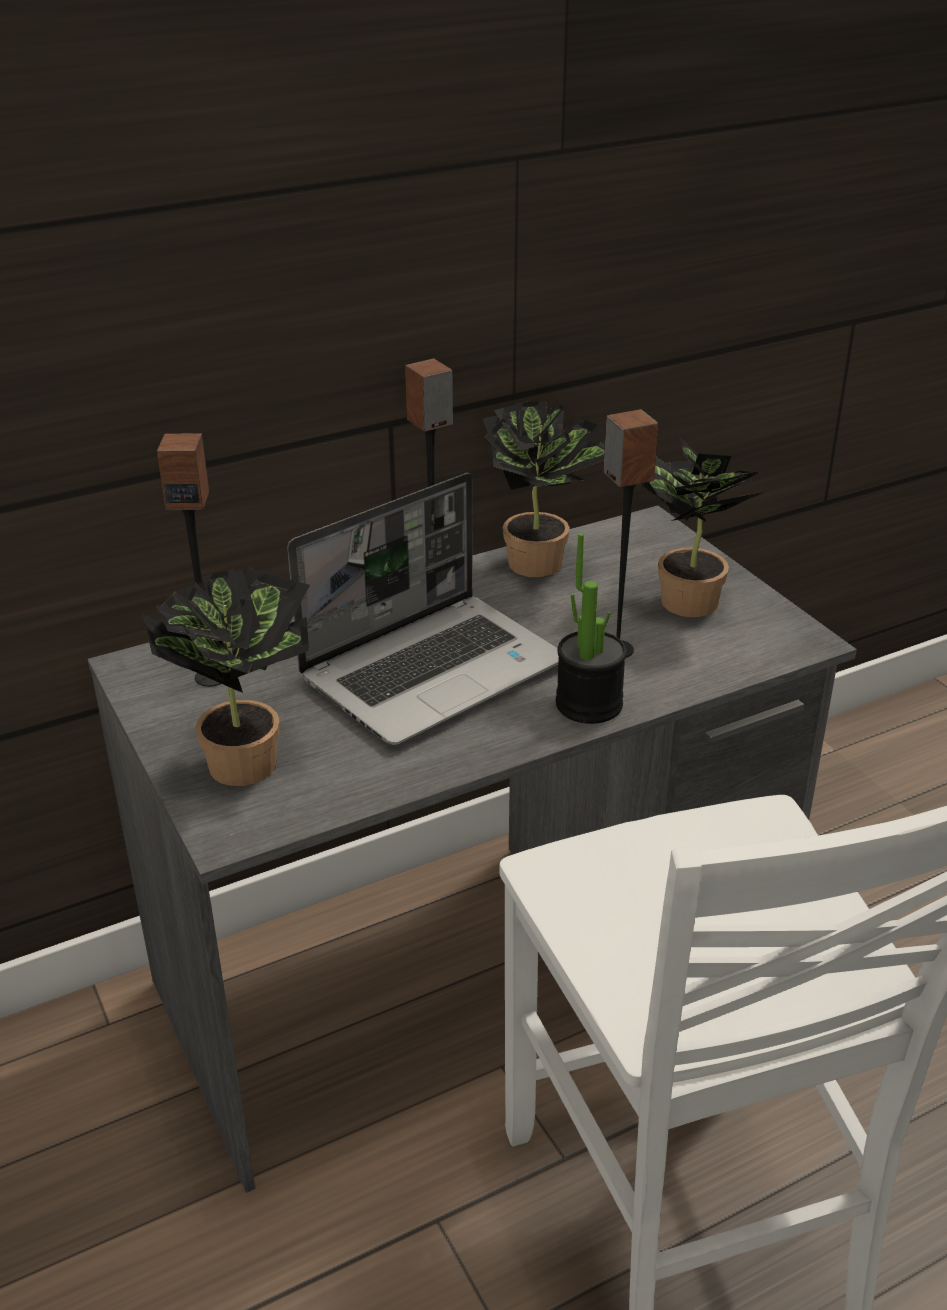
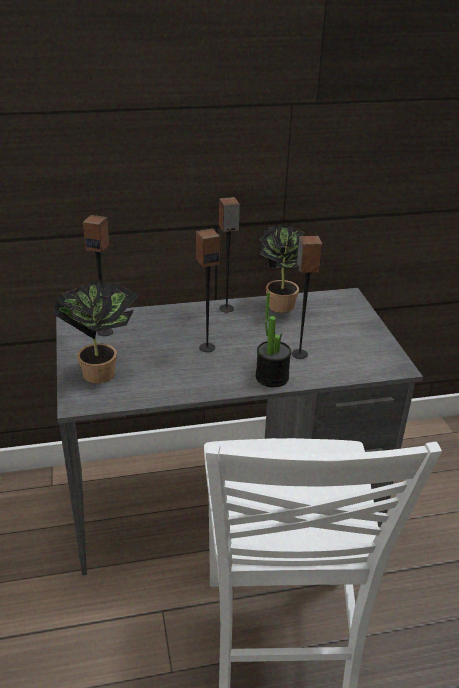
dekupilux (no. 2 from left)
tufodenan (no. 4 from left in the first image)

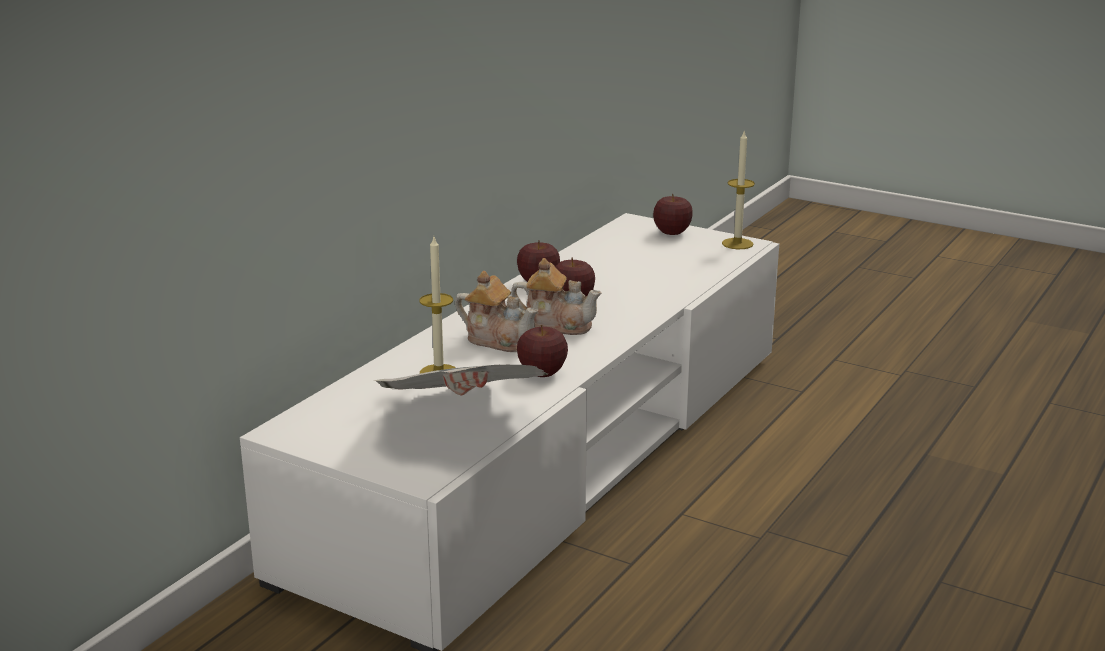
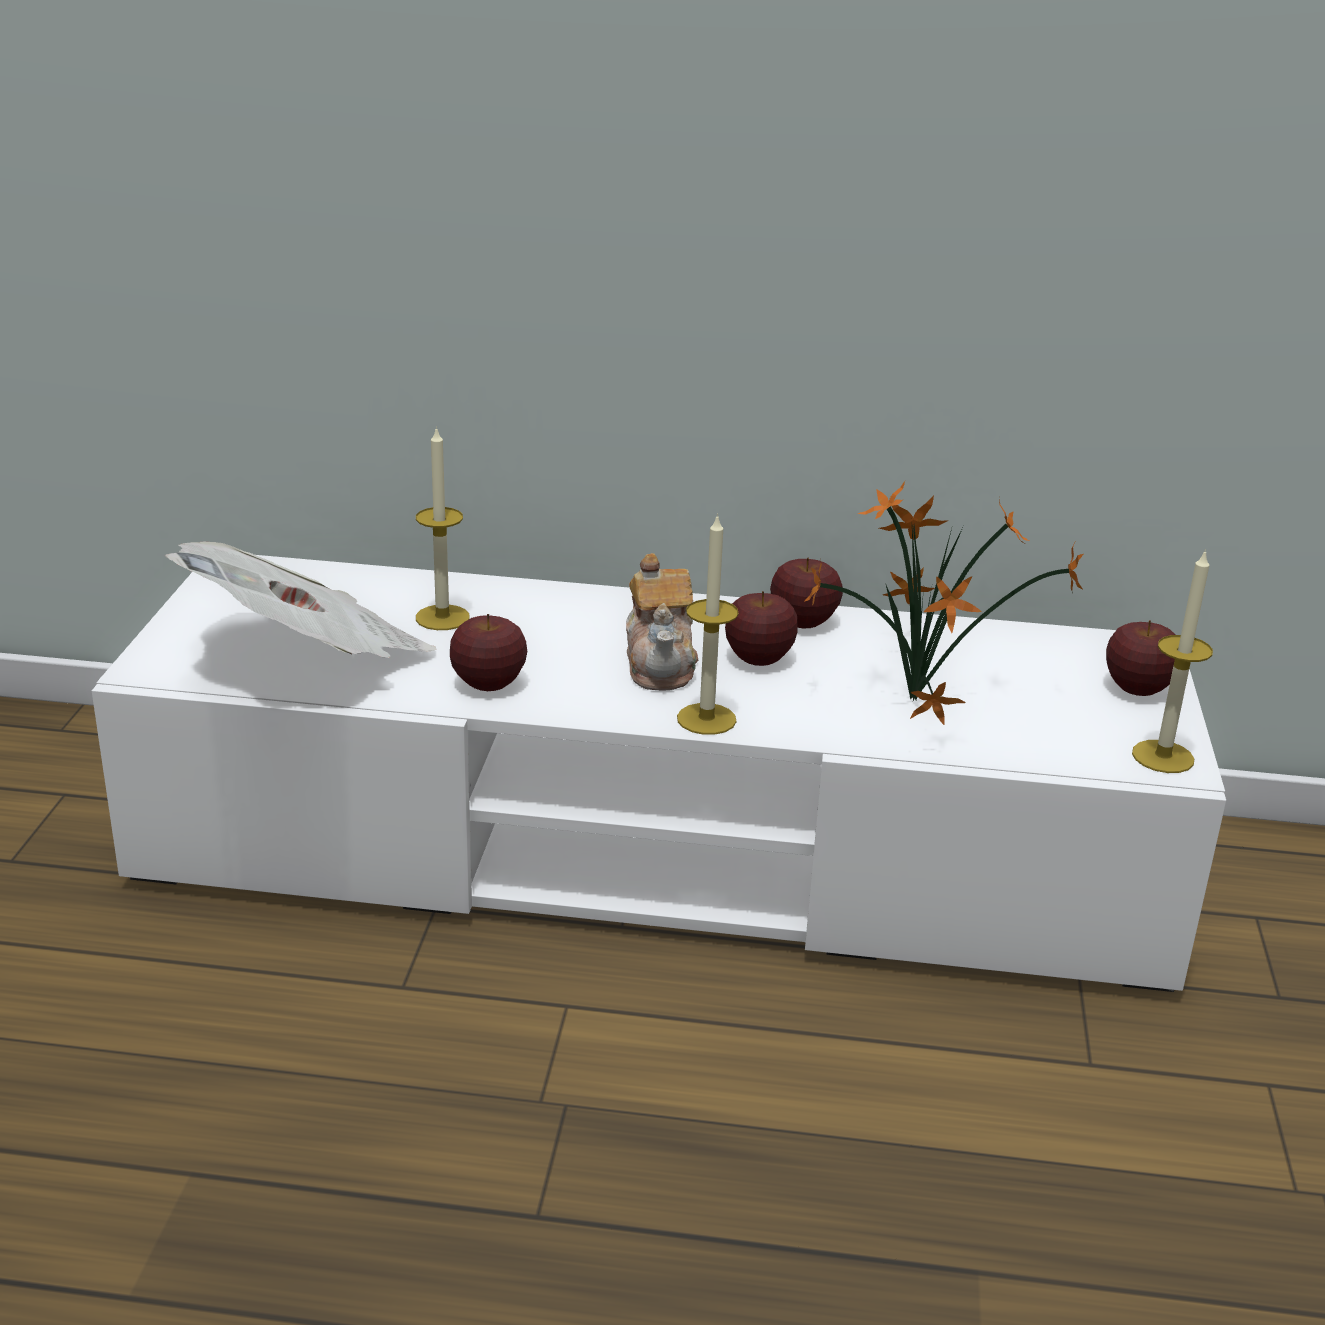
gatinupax (no. 2 from left)
tufodenan
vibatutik (no. 1 from left in the first image)

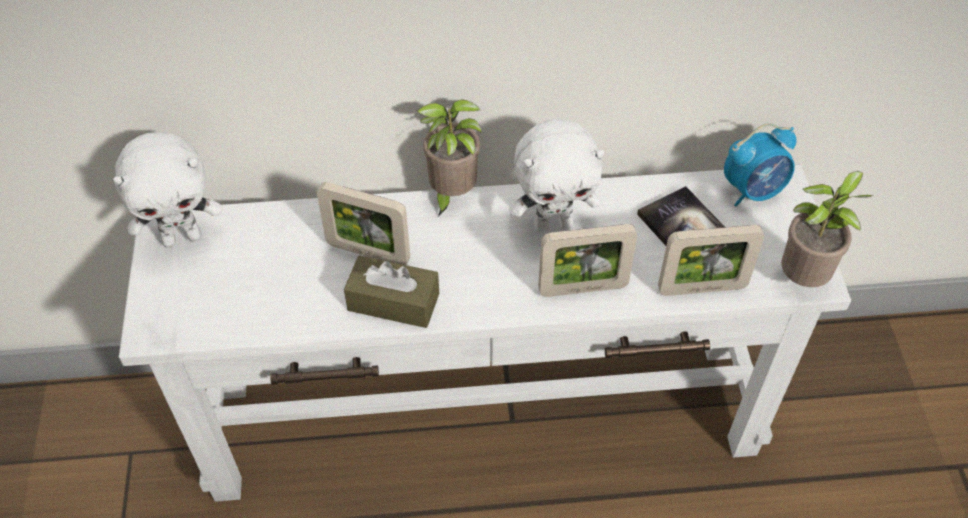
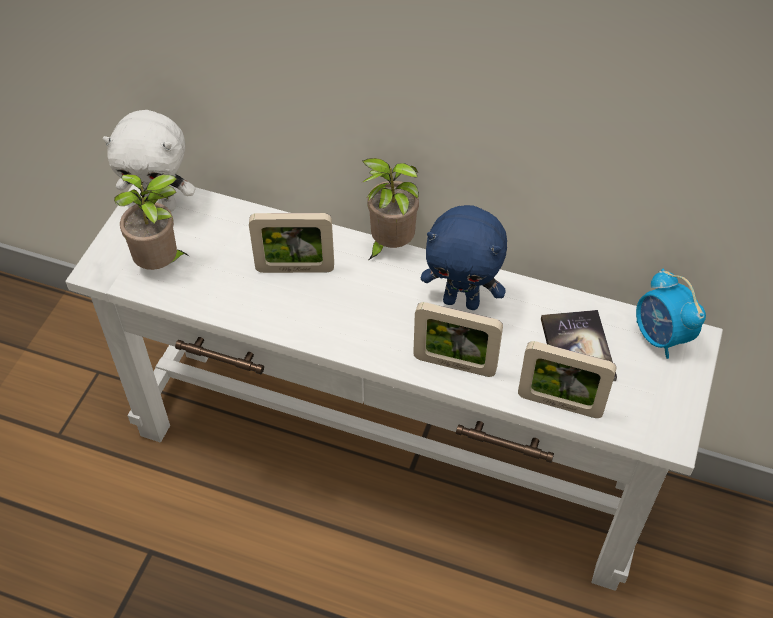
tufodenan (no. 1 from left)
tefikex (no. 1 from left)
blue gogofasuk
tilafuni
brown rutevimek

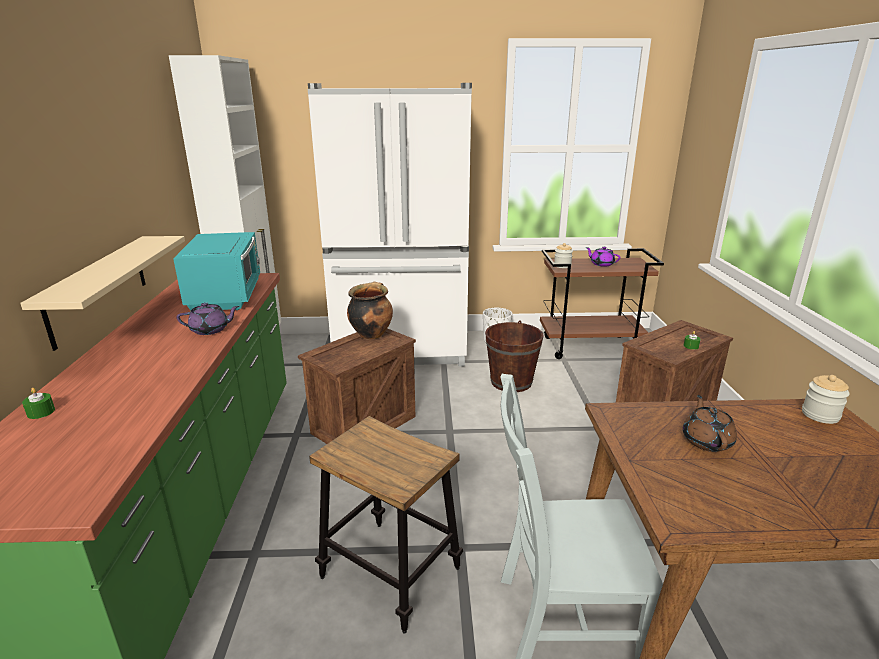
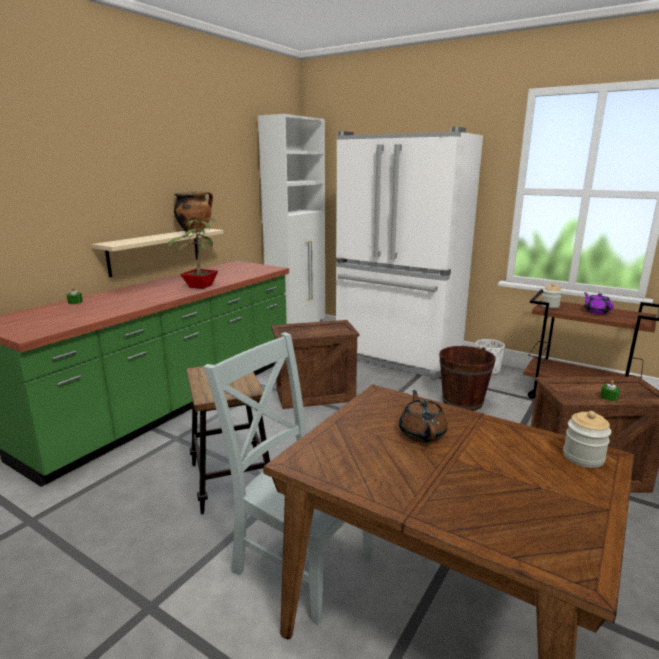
tufodenan
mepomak
brown vibatutik
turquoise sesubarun

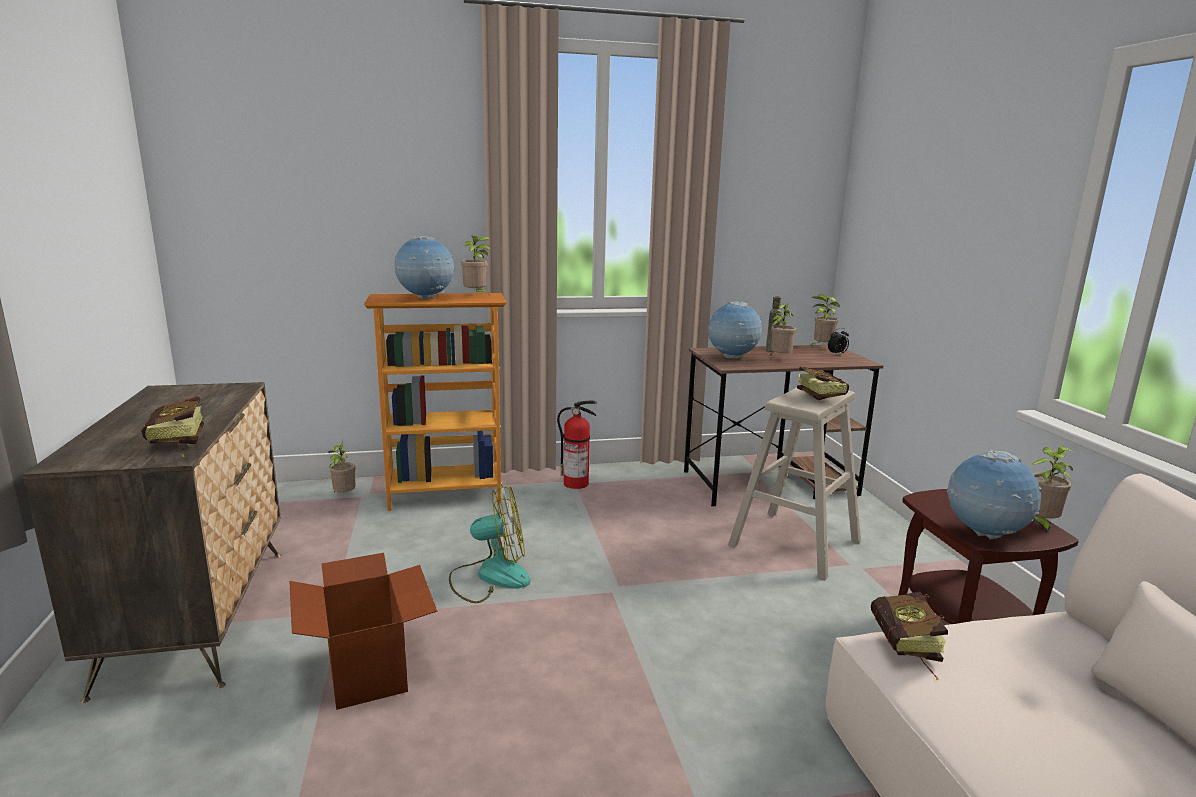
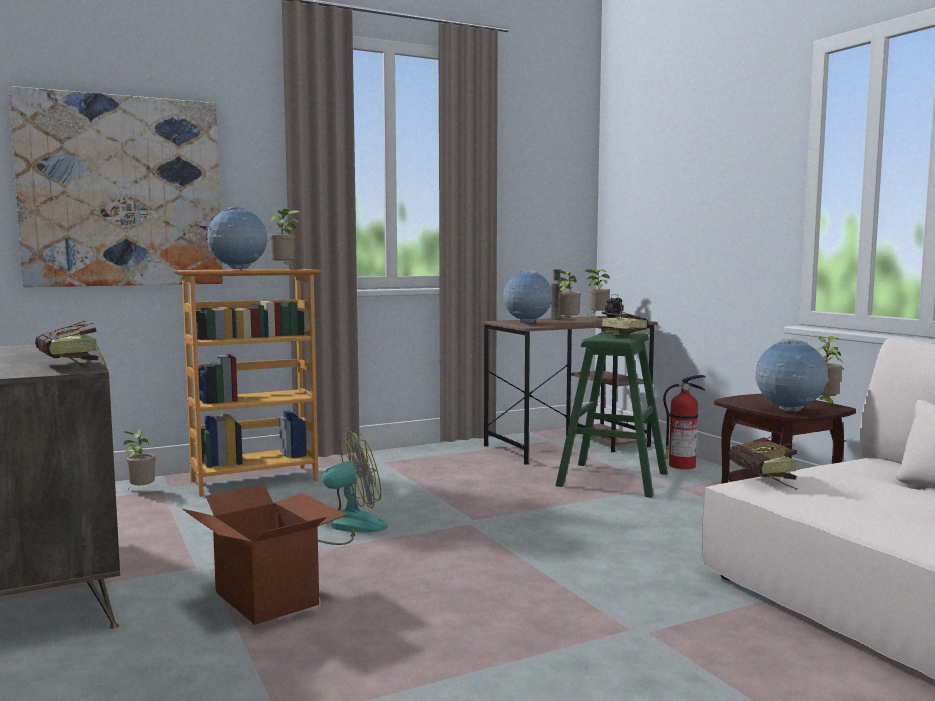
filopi
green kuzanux
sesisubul

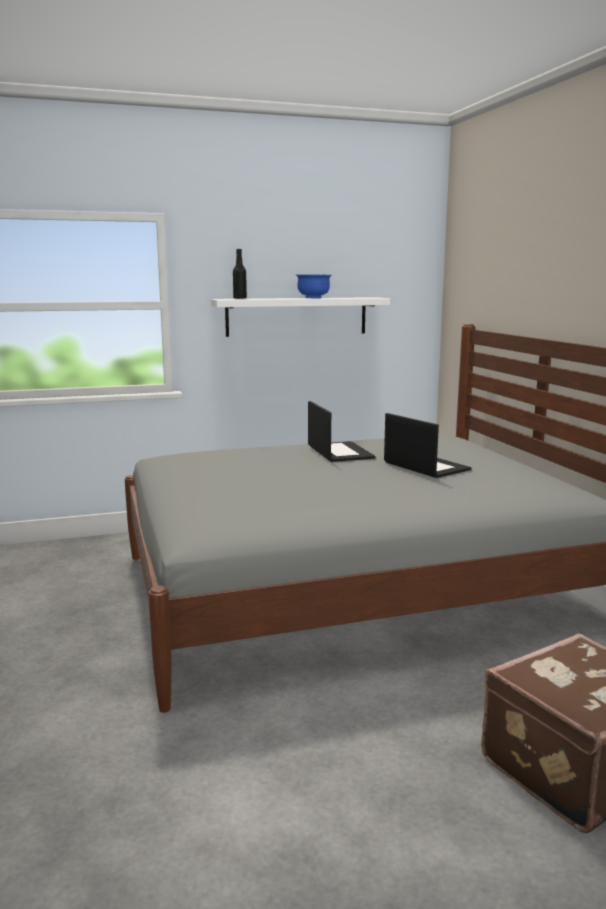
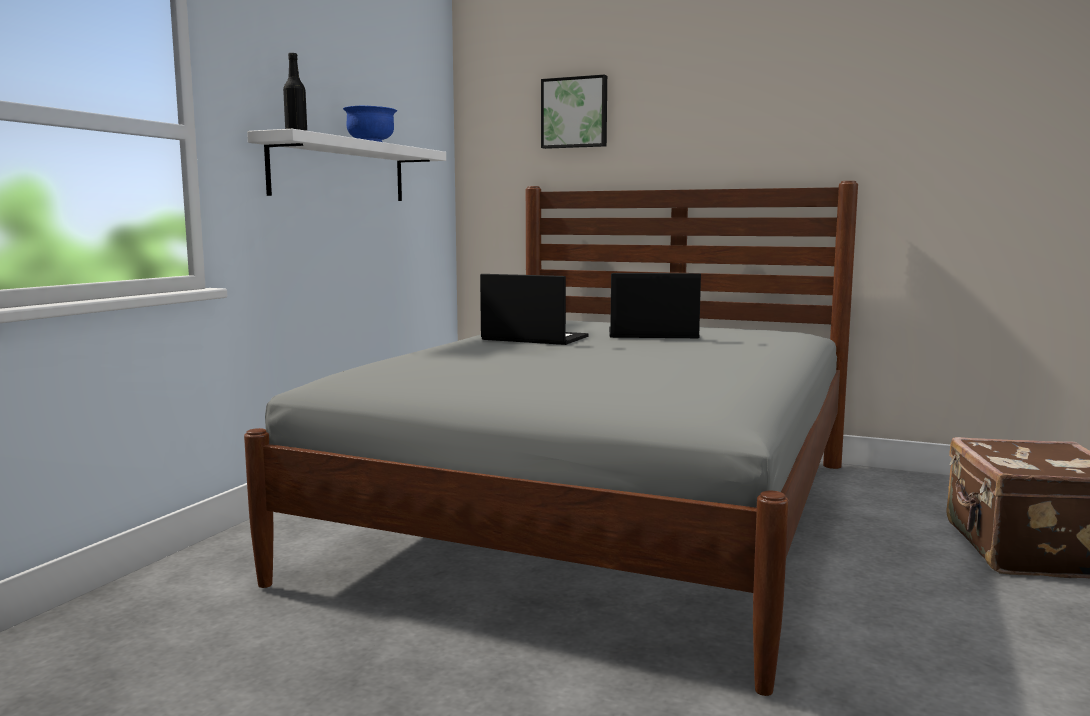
filopi

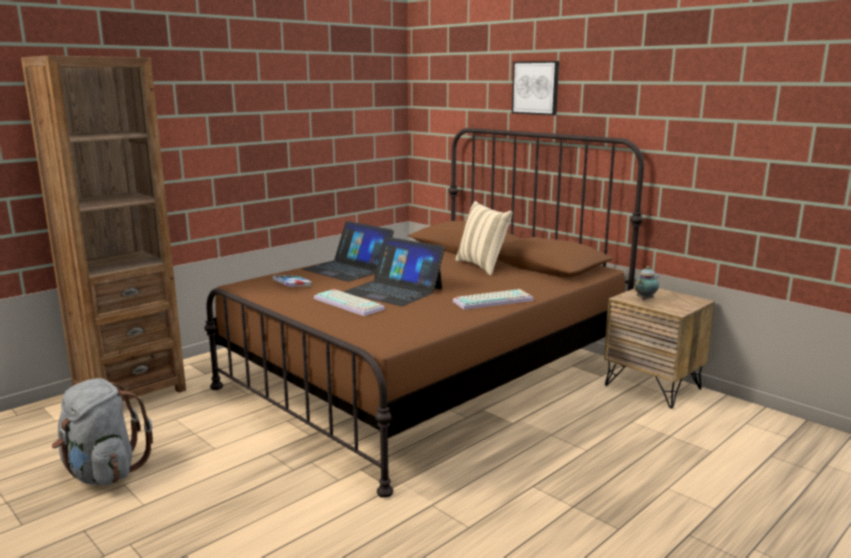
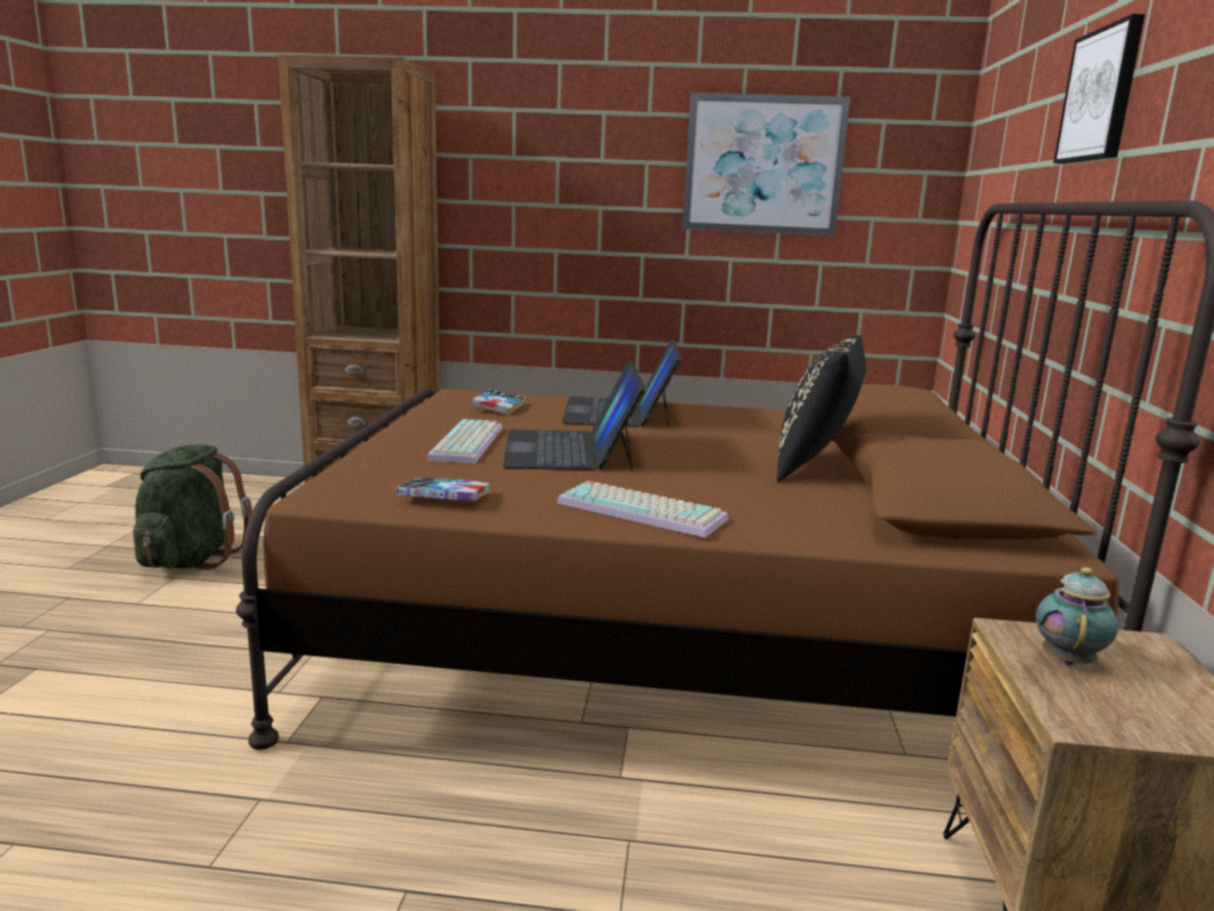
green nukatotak
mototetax (no. 1 from left)
filopi (no. 1 from left)
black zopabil
vibatutik

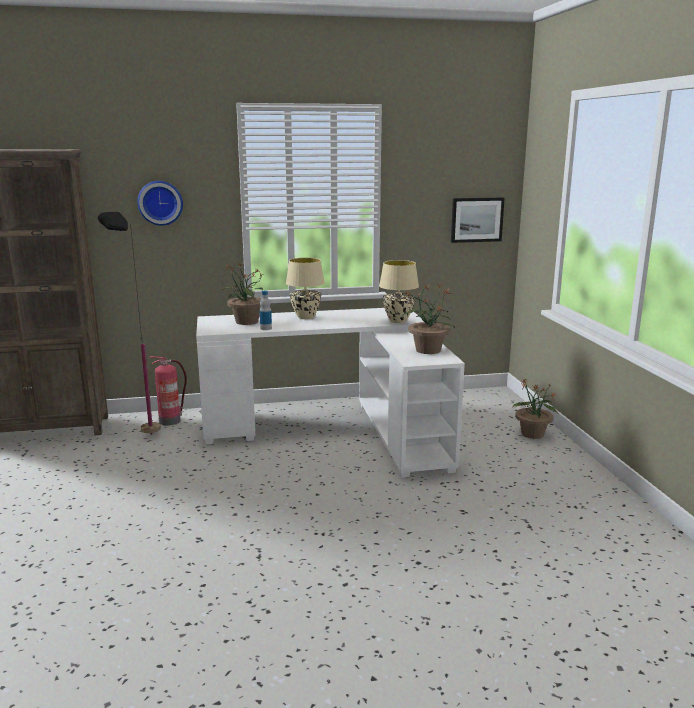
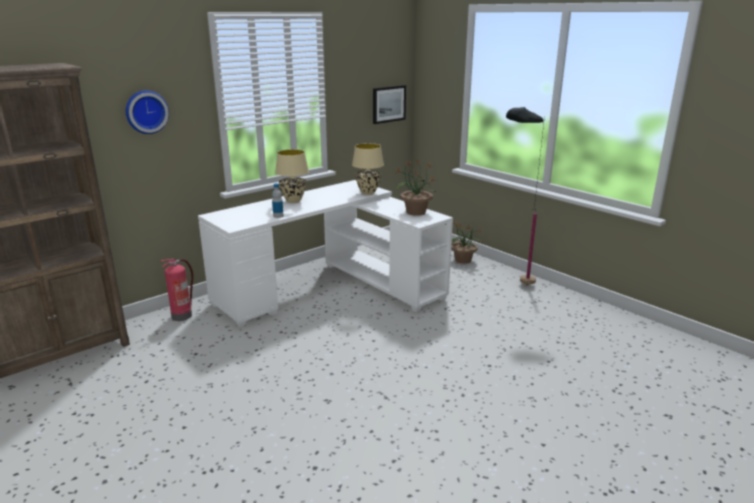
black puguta
tufodenan (no. 1 from left in the first image)

